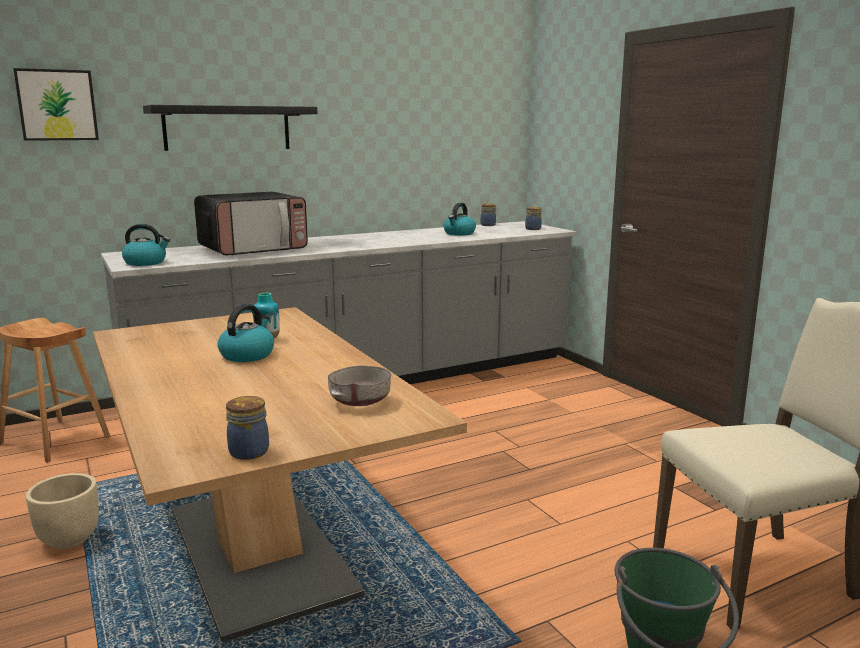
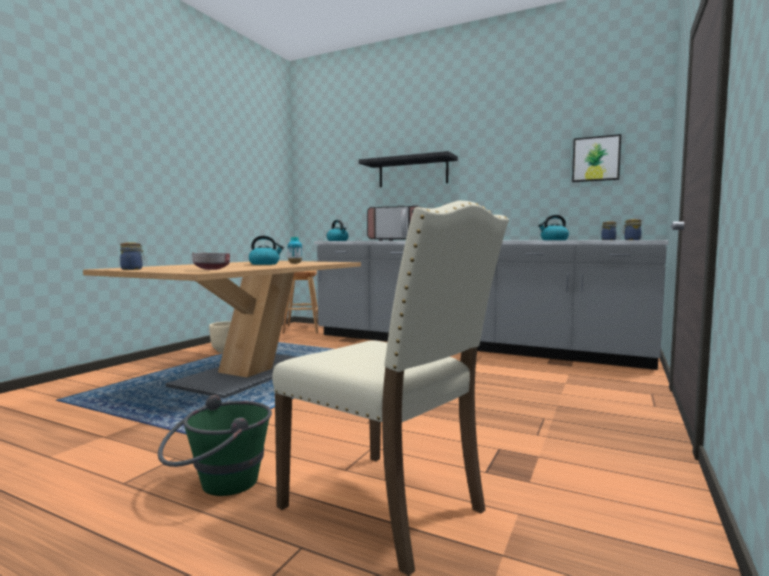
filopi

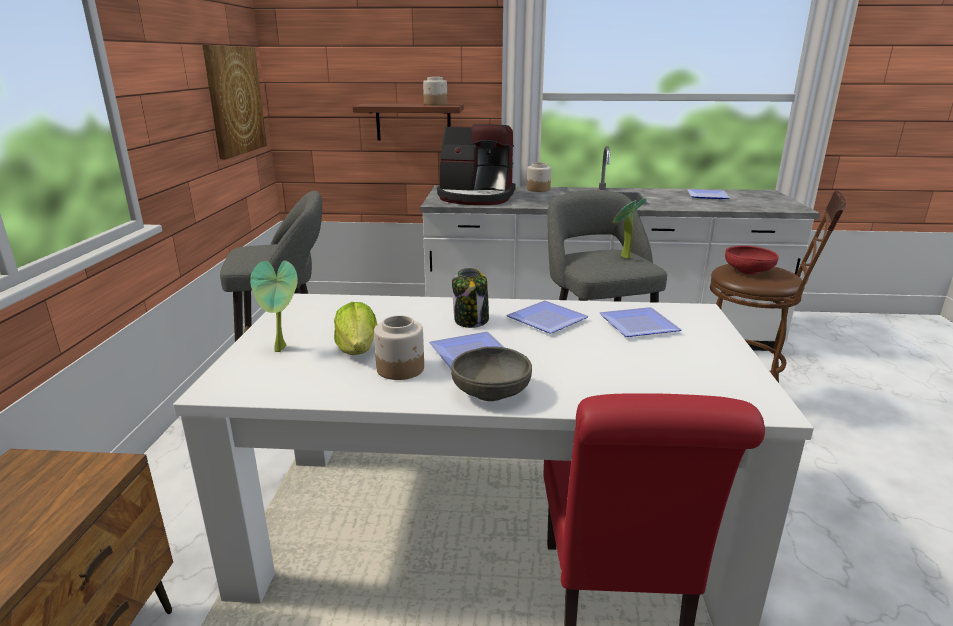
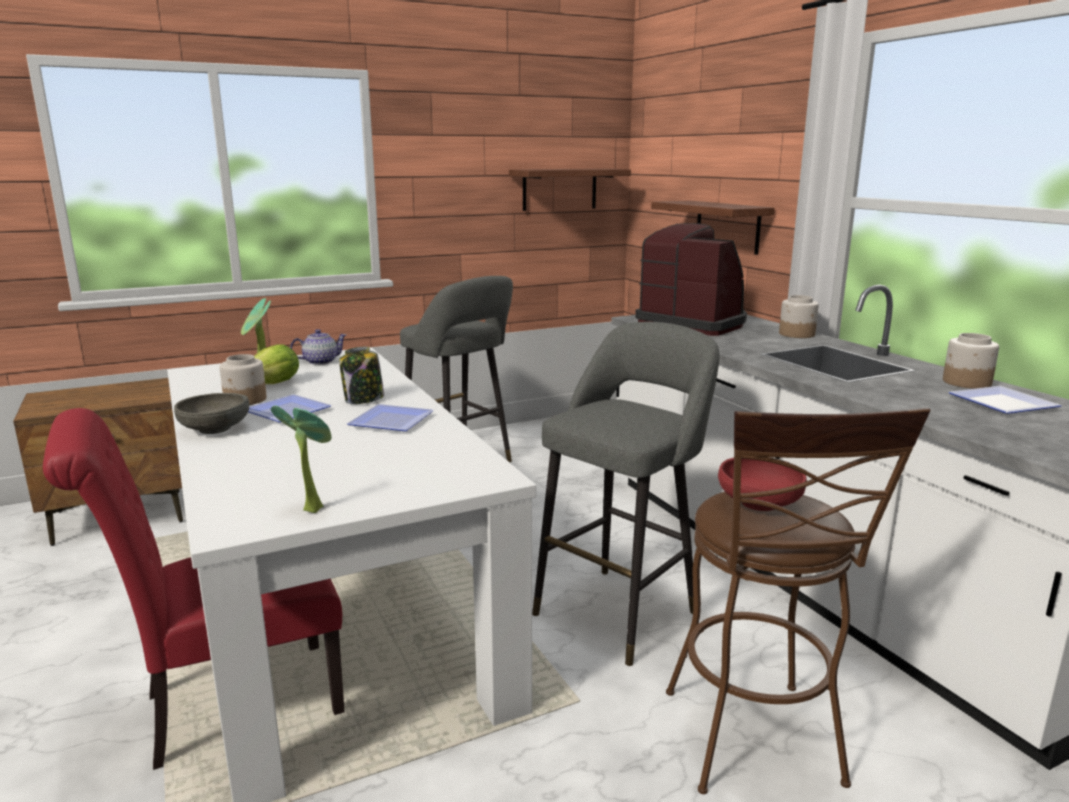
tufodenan (no. 2 from left)
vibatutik
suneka (no. 1 from left)
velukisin
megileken (no. 4 from left)
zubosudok (no. 3 from left in the first image)

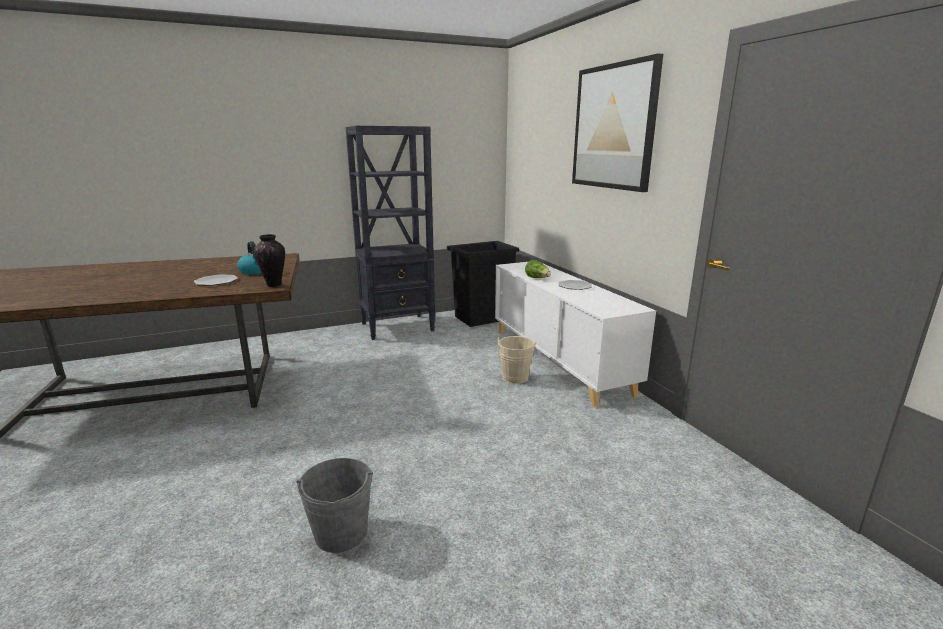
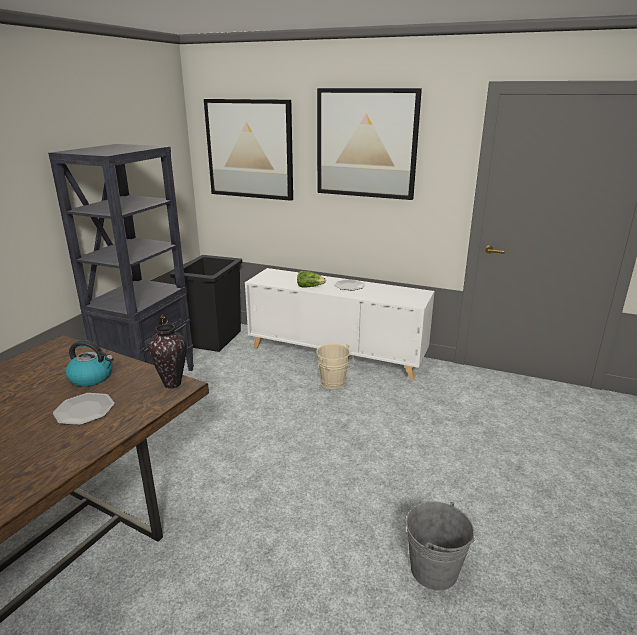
filopi (no. 1 from left)

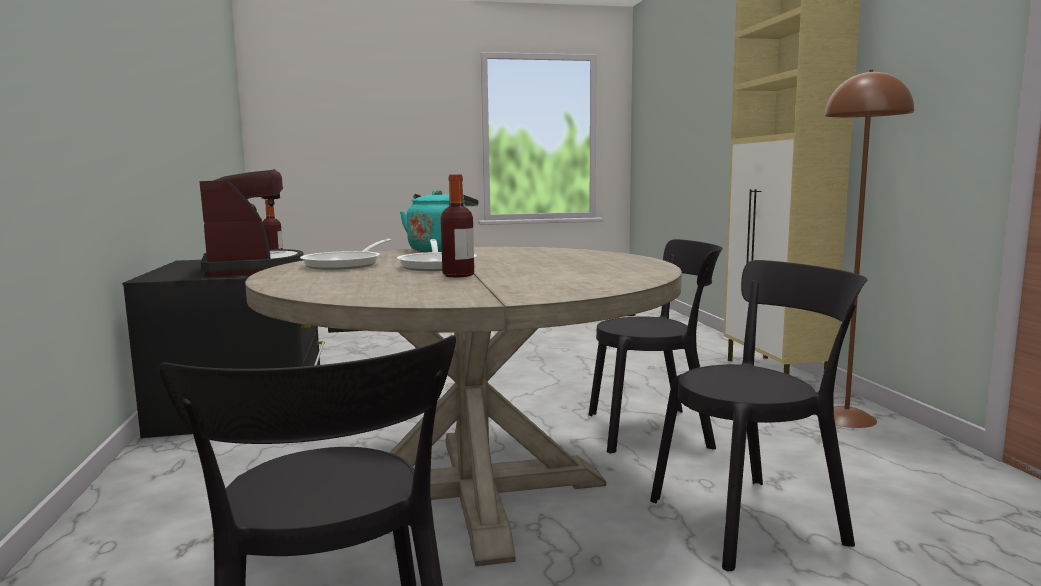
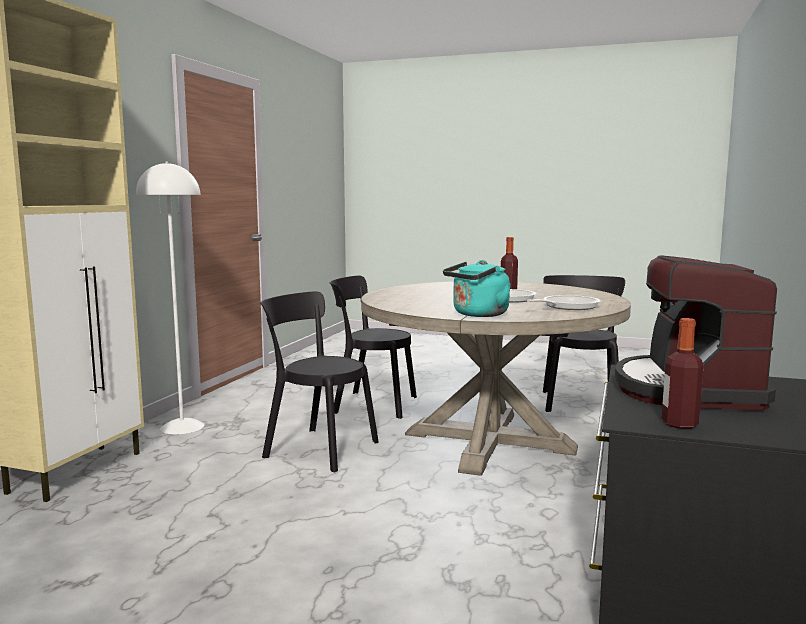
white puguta

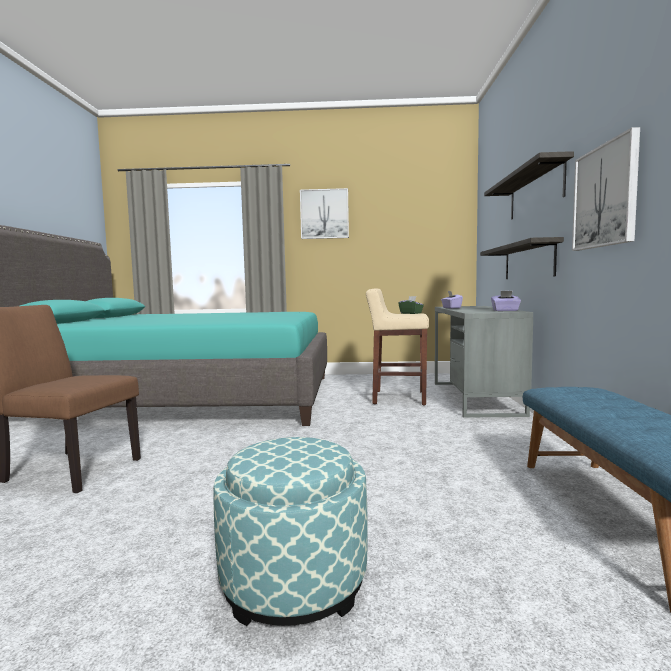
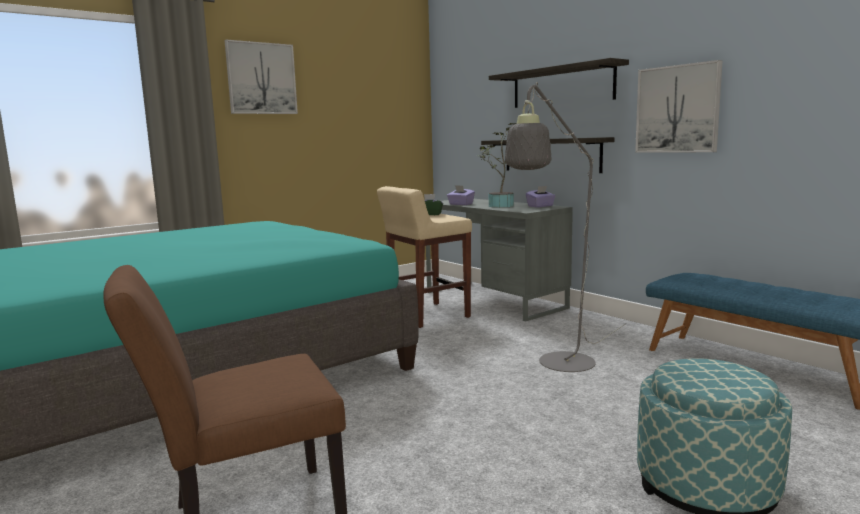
tufodenan
grey puguta

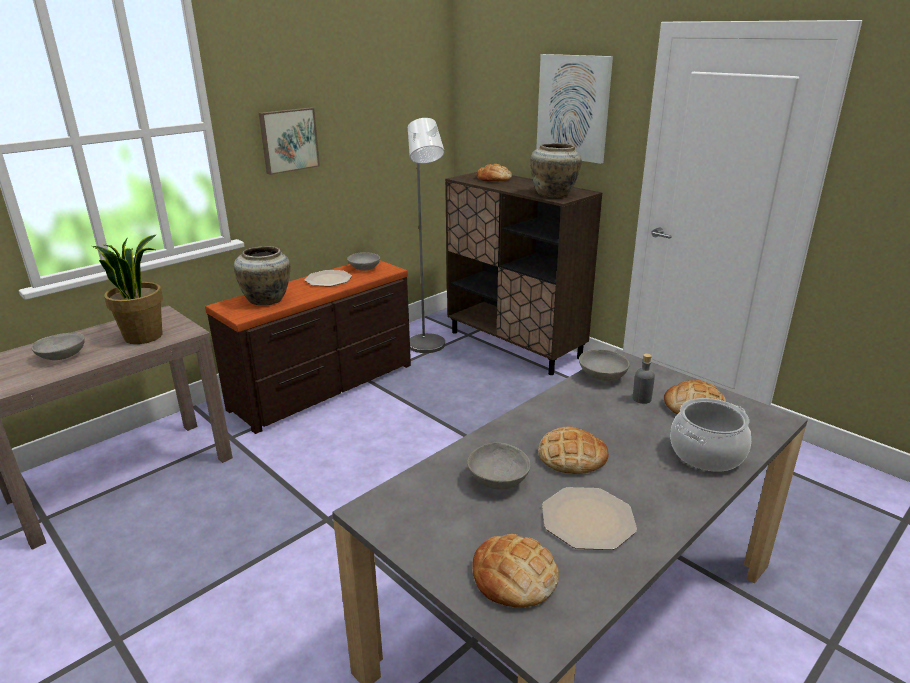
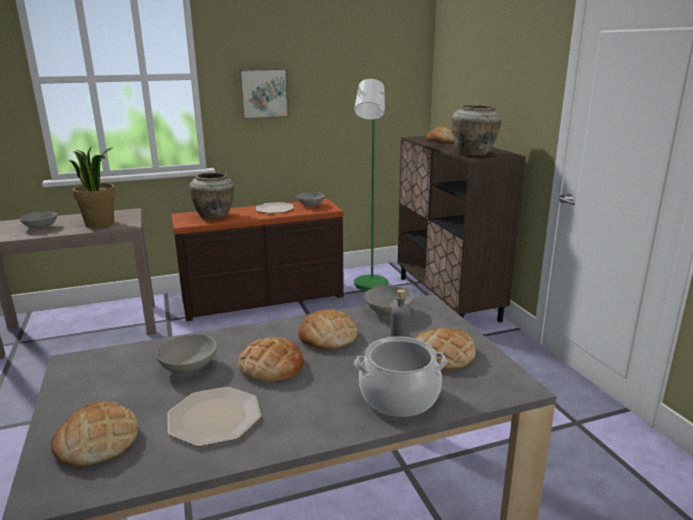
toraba (no. 3 from left)
green puguta
filopi (no. 2 from left in the first image)

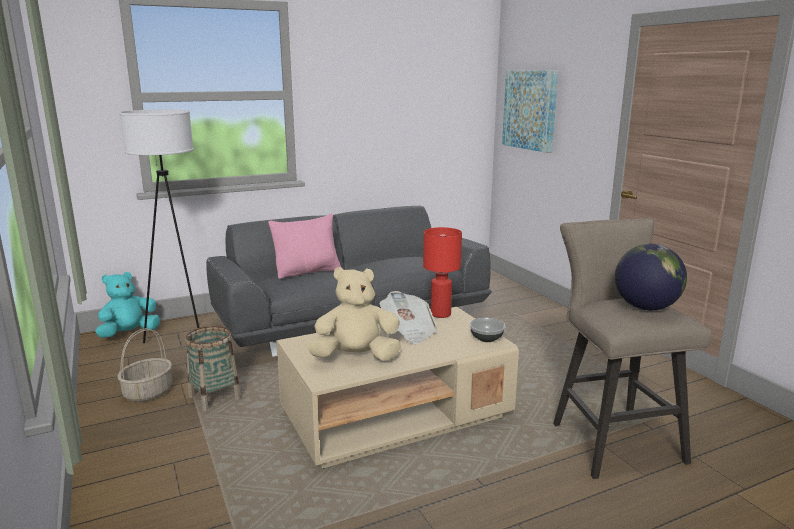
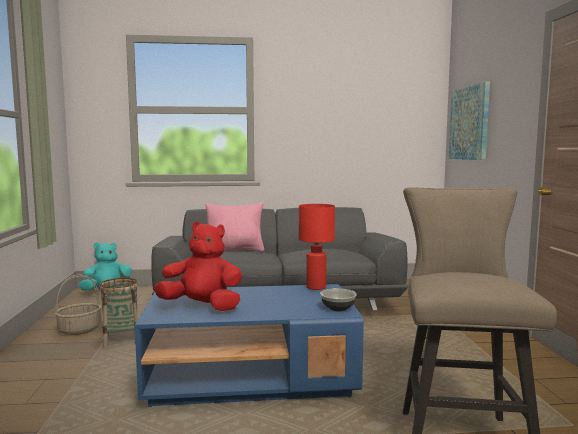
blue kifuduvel
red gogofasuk
white puguta
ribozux
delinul

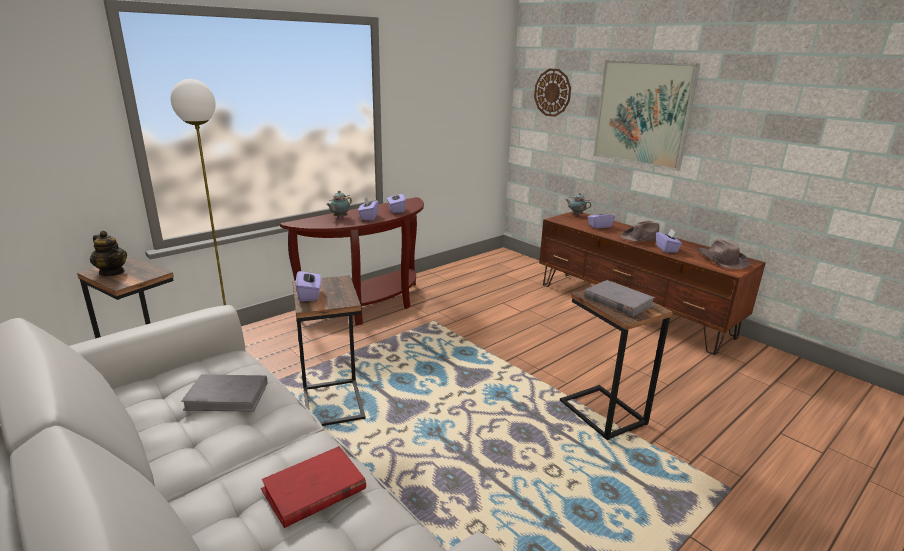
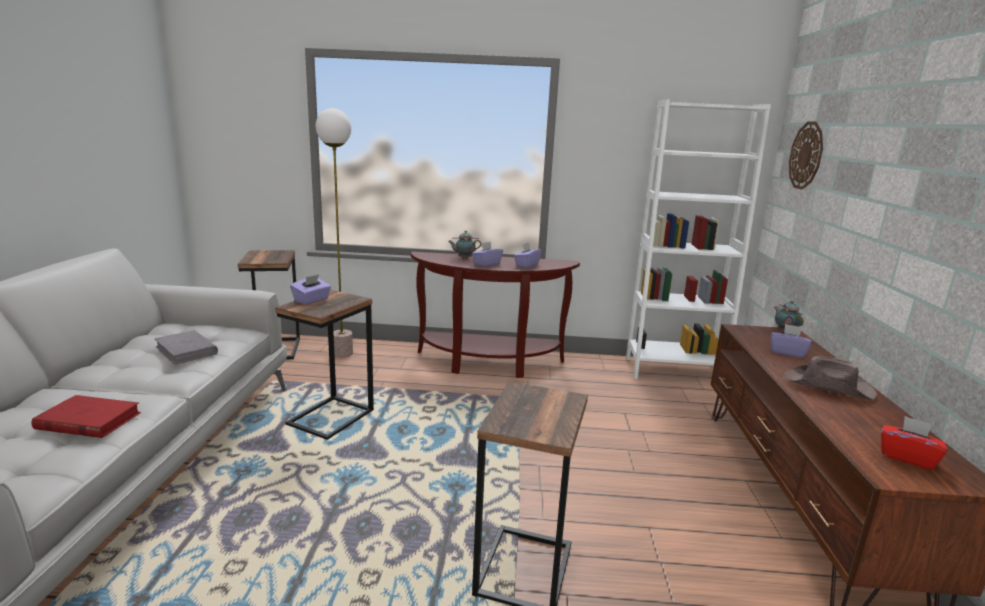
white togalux
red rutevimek
vibatutik (no. 1 from left in the first image)
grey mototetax (no. 2 from left in the first image)
filopi
purple rutevimek (no. 5 from left in the first image)

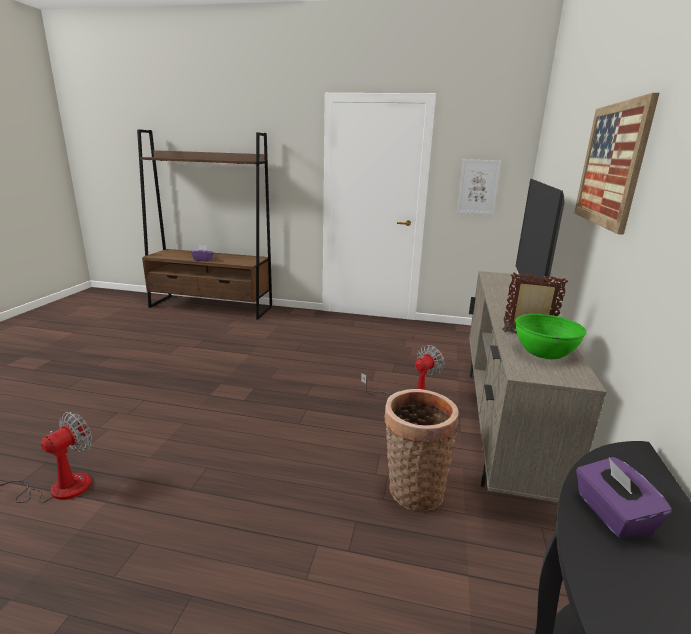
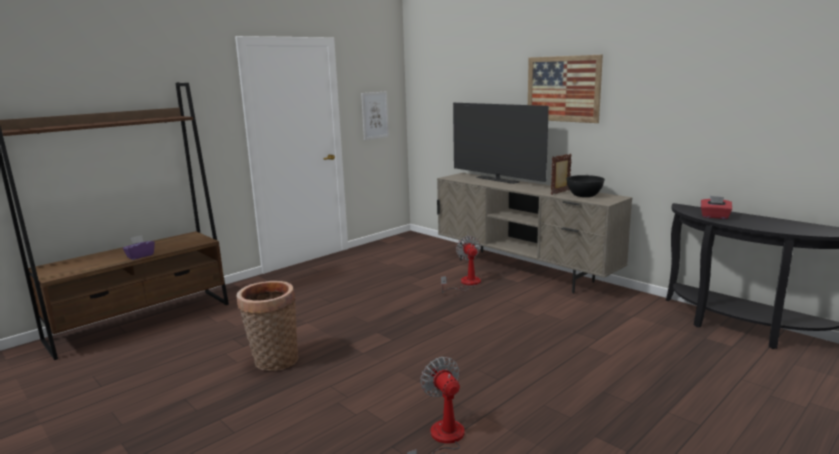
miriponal
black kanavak
red rutevimek

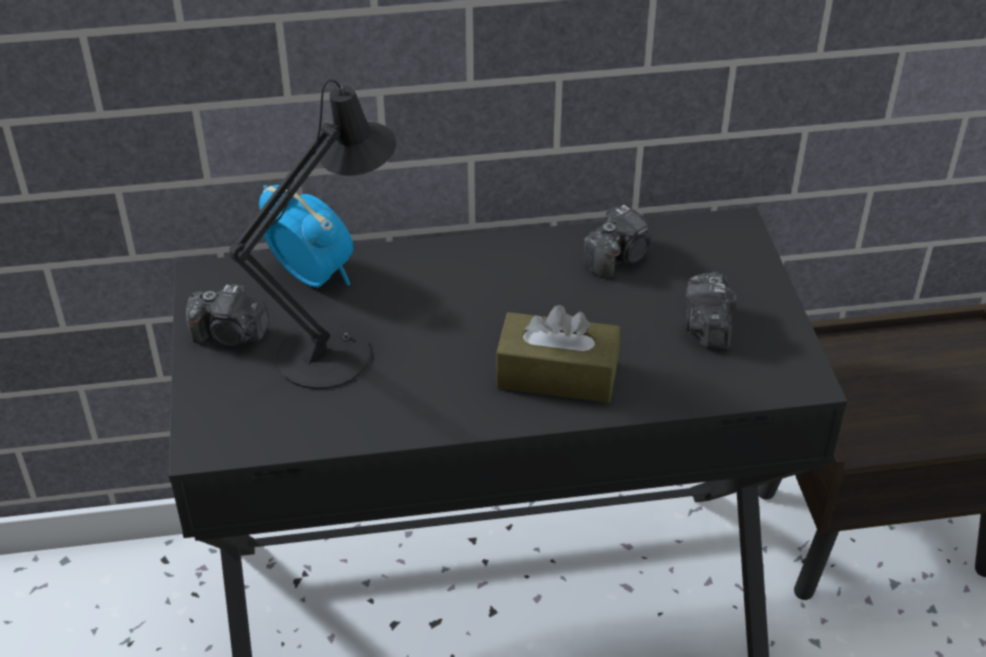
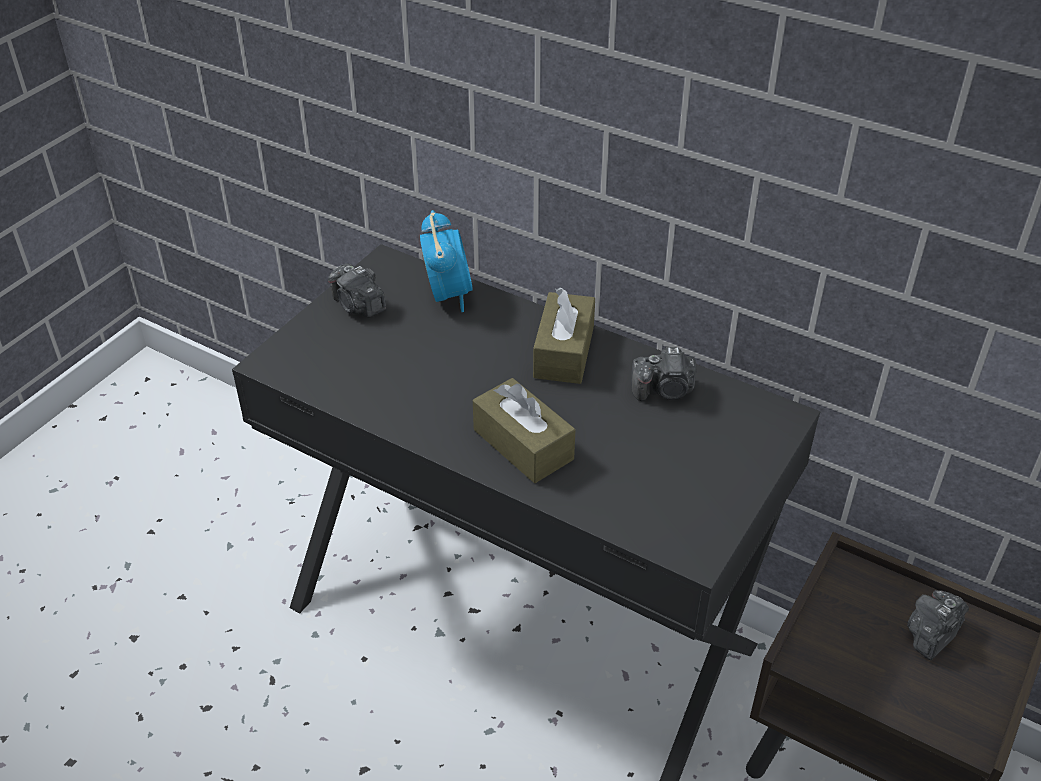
brown rutevimek (no. 2 from left)
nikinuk (no. 3 from left)
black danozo

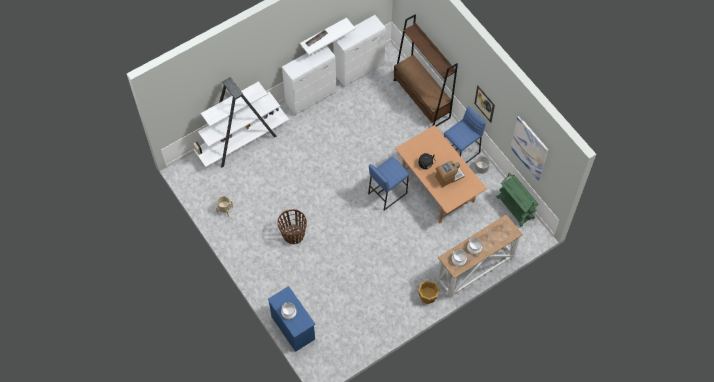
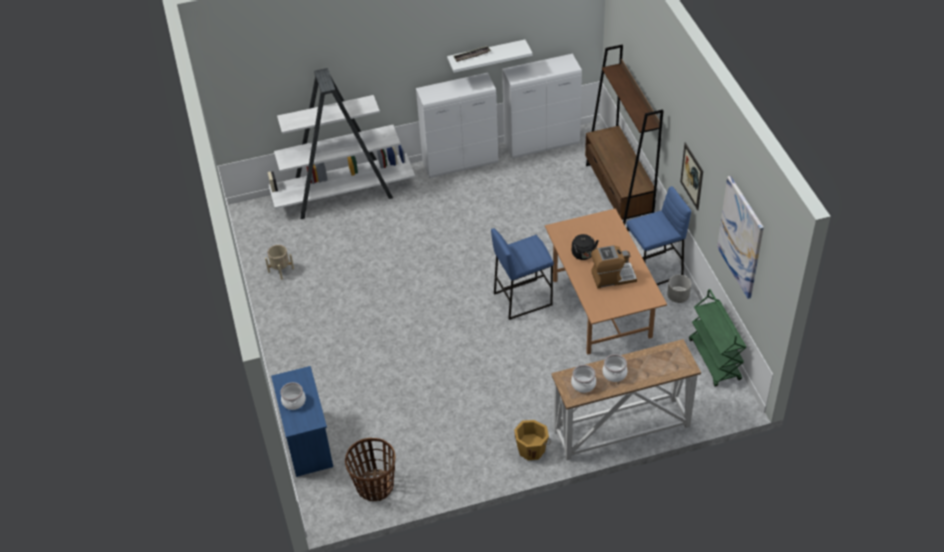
miriponal

